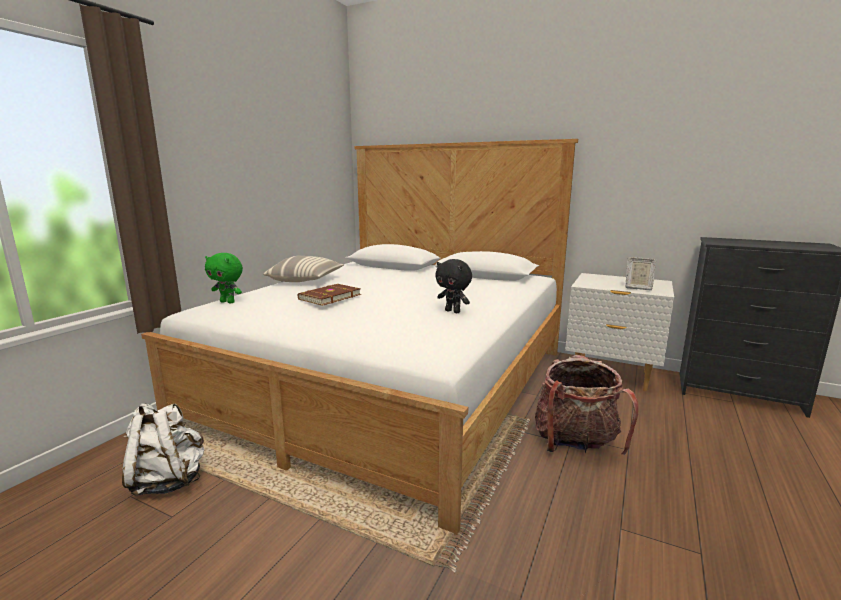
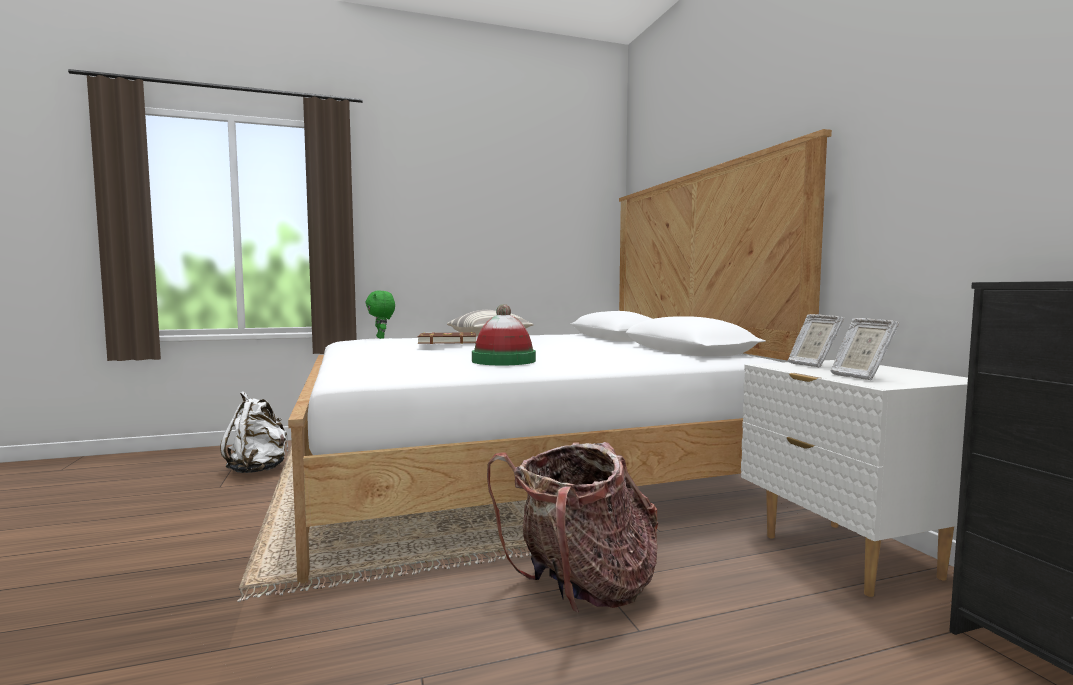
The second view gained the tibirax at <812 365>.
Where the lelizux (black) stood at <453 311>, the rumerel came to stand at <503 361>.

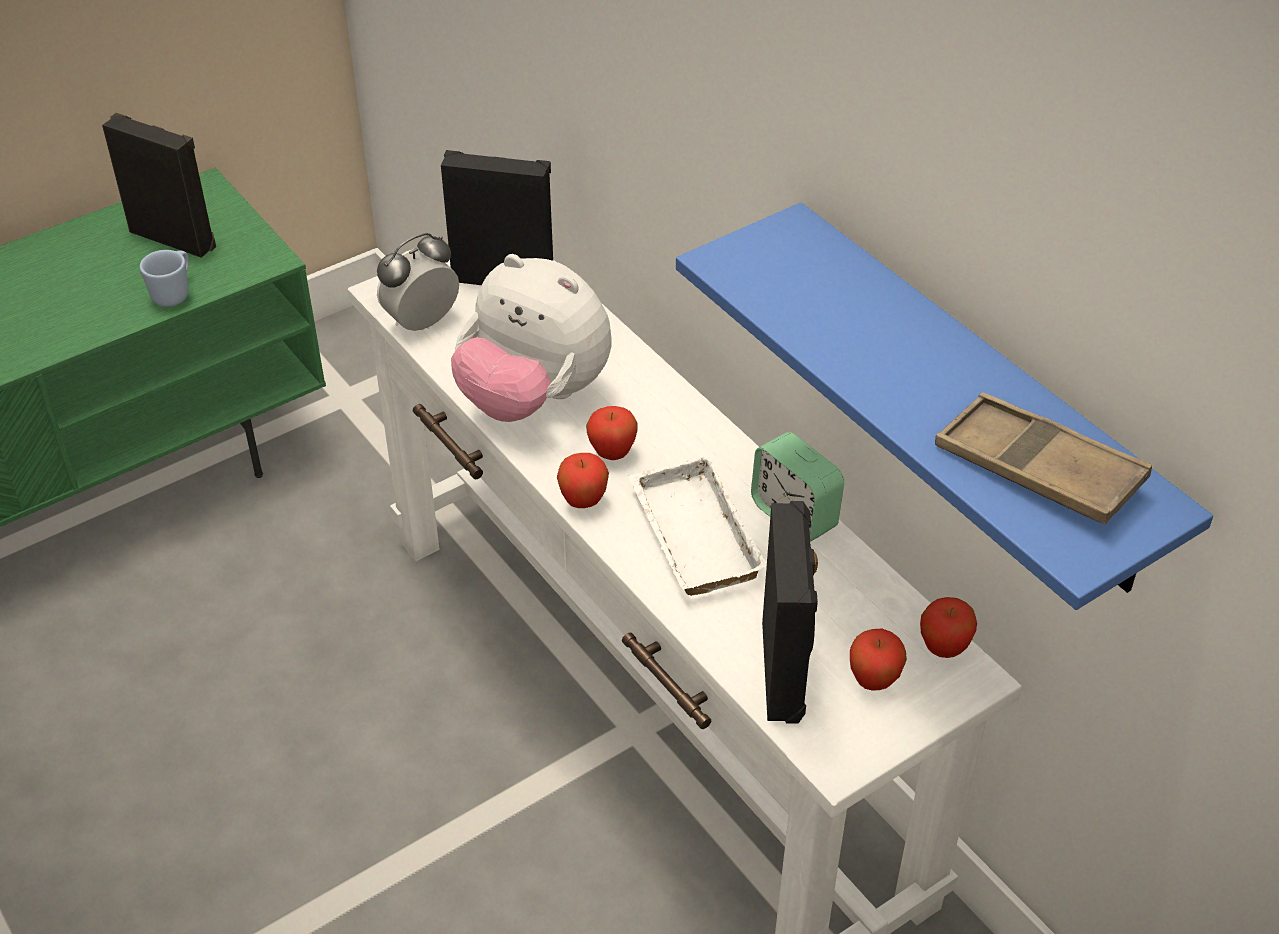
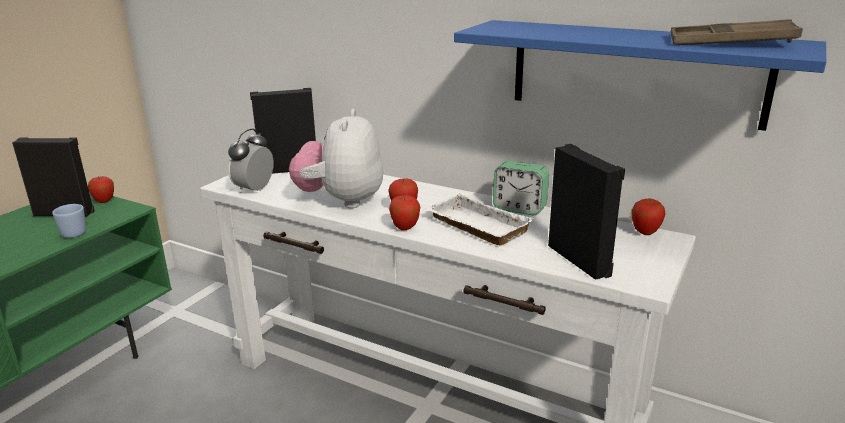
The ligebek ended up elsewhere, having gone from <873 681> to <104 201>.
The lelizux at <533 398> ended up facing another way, 90 degrees clockwise from before.

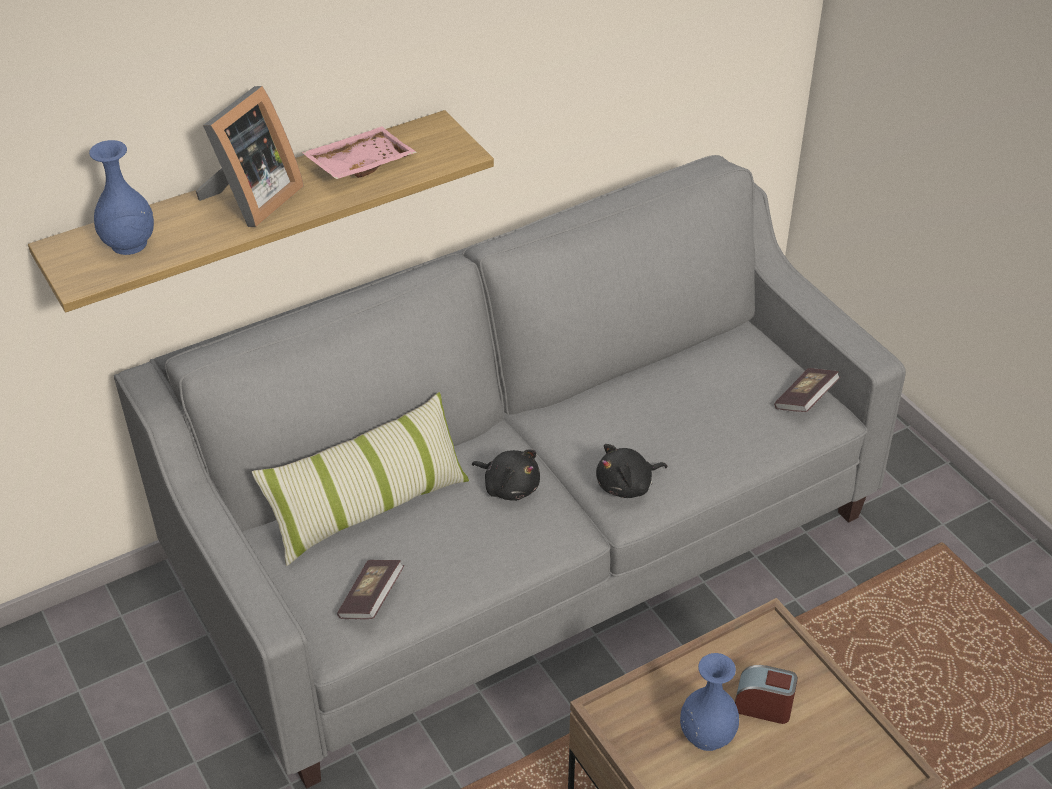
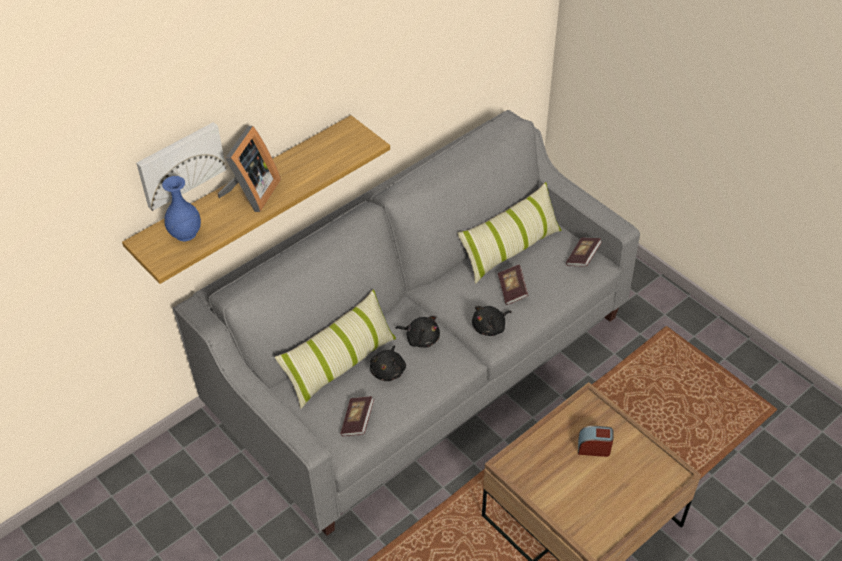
The second view lost the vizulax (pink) at <359 164>.
The second view lost the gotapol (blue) at <707 735>.
The second view gained the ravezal at <180 164>.
The second view gained the lelizux (black) at <388 370>.
The second view gained the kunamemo at <510 249>.
The second view gained the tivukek at <512 290>.

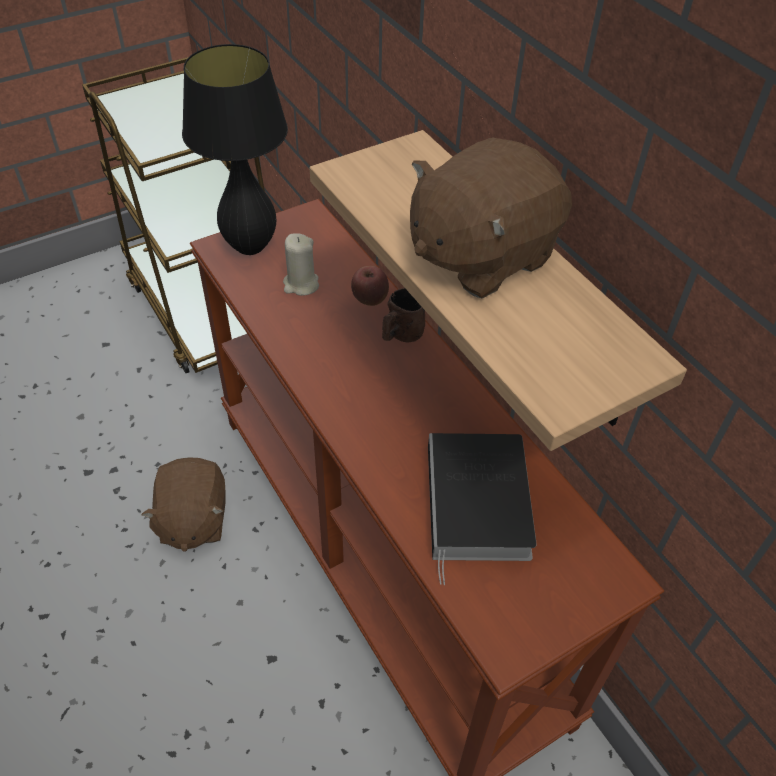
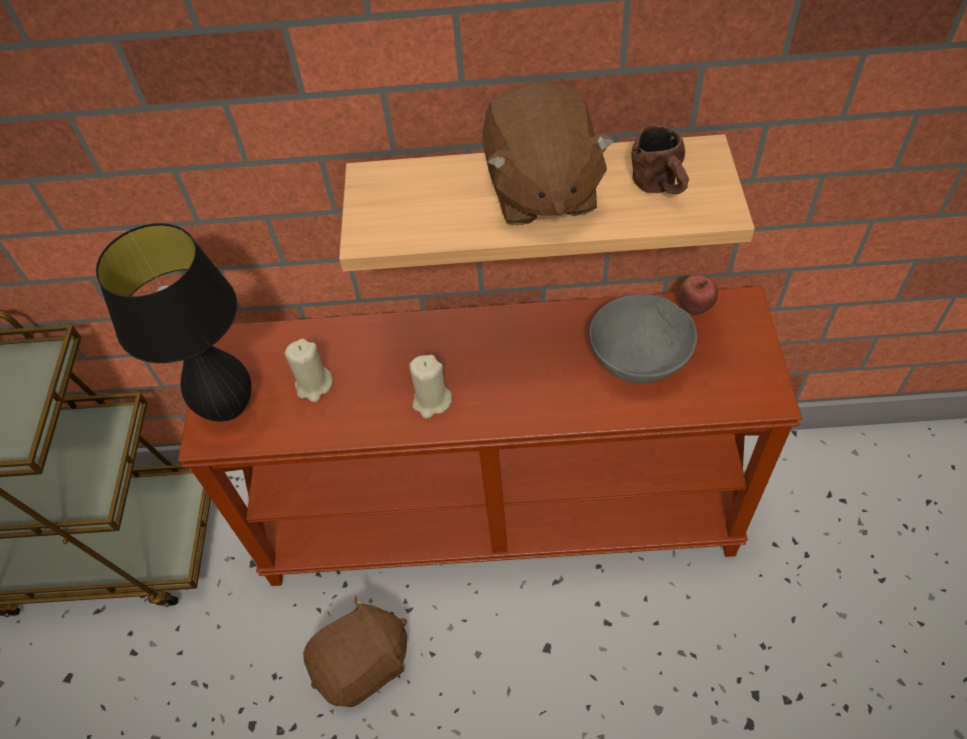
The second view gained the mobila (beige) at <432 401>.
The ligebek ended up elsewhere, having gone from <370 300> to <695 307>.
The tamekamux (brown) ended up elsewhere, having gone from <400 337> to <661 188>.
Where the tivukek stood at <479 505>, the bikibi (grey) came to stand at <639 359>.
The lelizux (brown) at <192 520> ended up facing another way, 60 degrees counterclockwise from before.

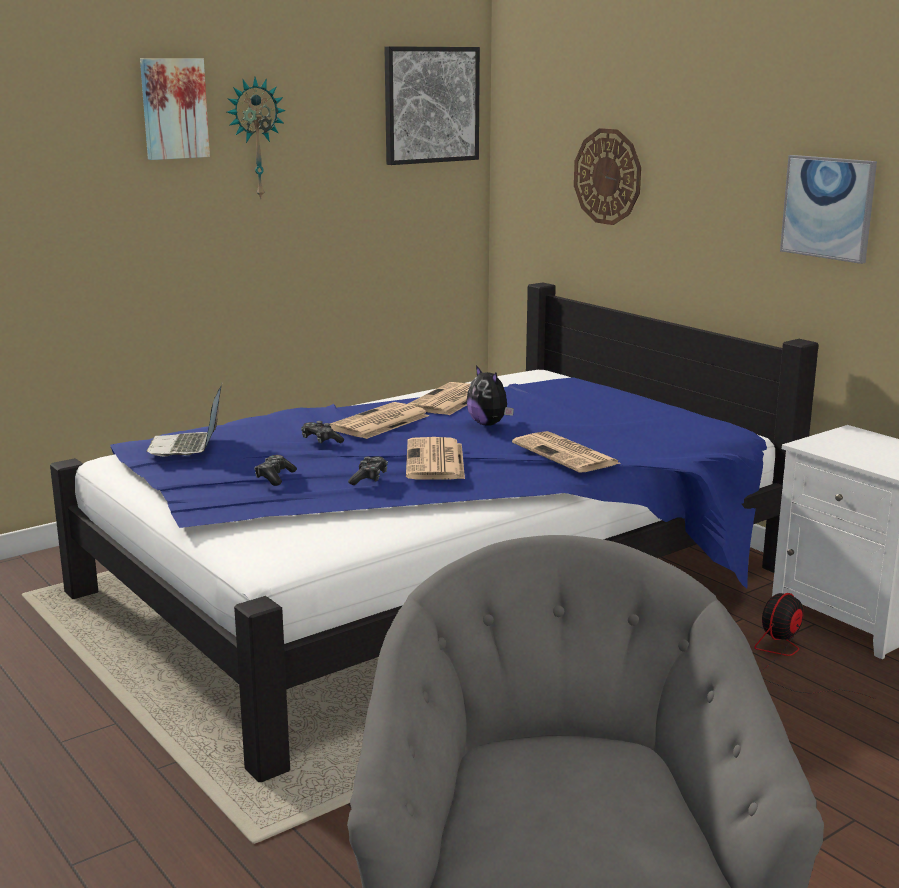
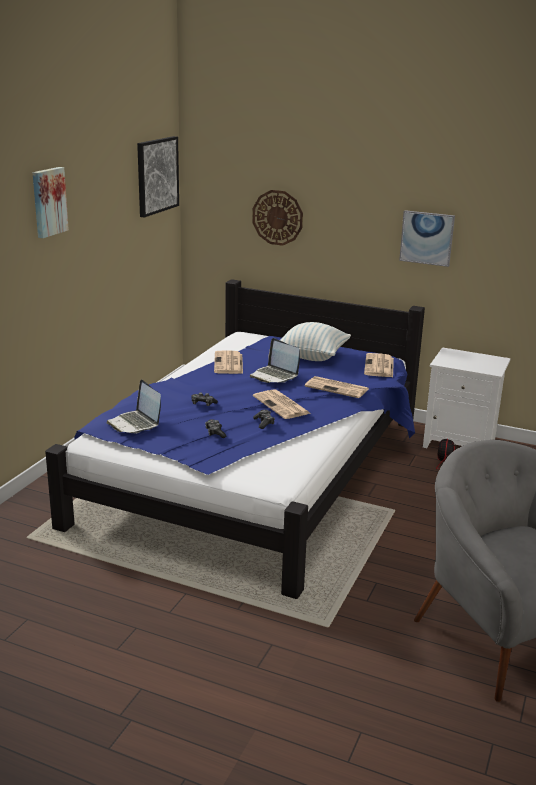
The second view lost the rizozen at <255 138>.
The second view gained the kunamemo at <312 356>.
The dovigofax ended up elsewhere, having gone from <378 423> to <379 366>.
Where the lelizux stood at <489 424>, the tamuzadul came to stand at <274 376>.

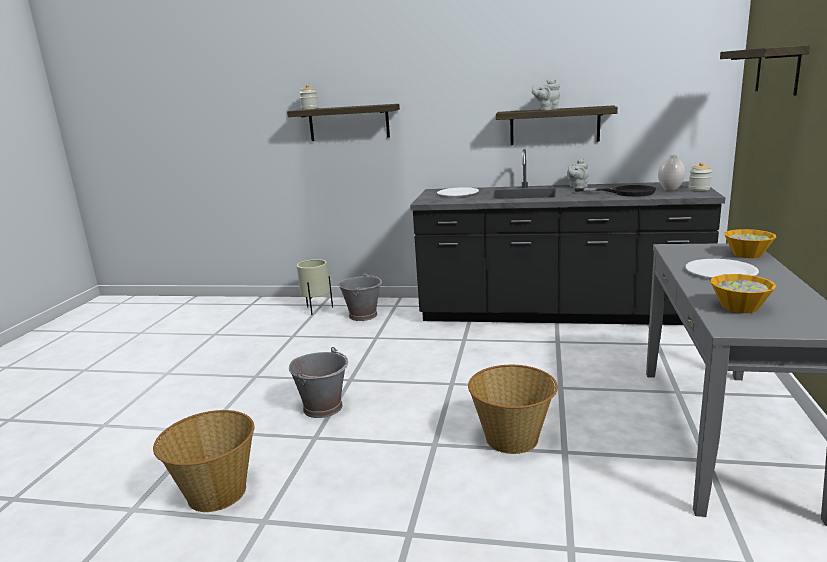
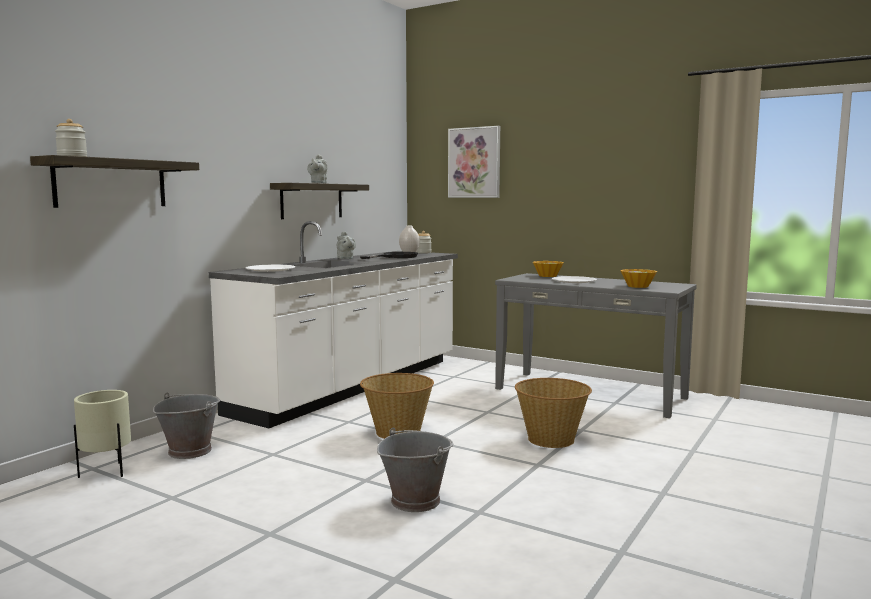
The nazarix ended up elsewhere, having gone from <216 492> to <397 432>.
Where the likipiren hung at <777 70>, the ravezal came to hang at <474 162>.
What was the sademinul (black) at <557 314> turned into the sademinul (white) at <352 386>.

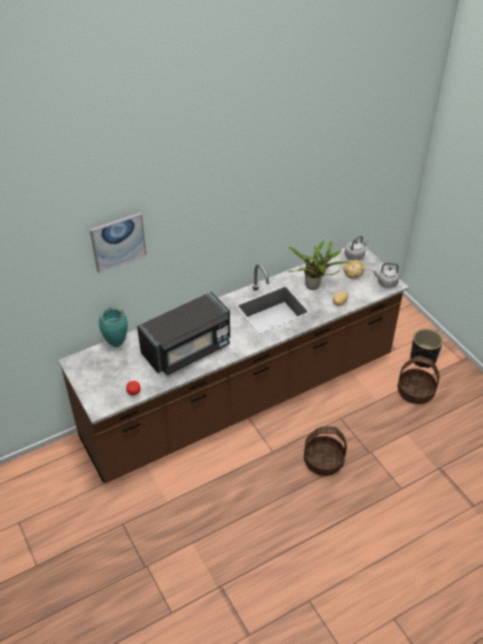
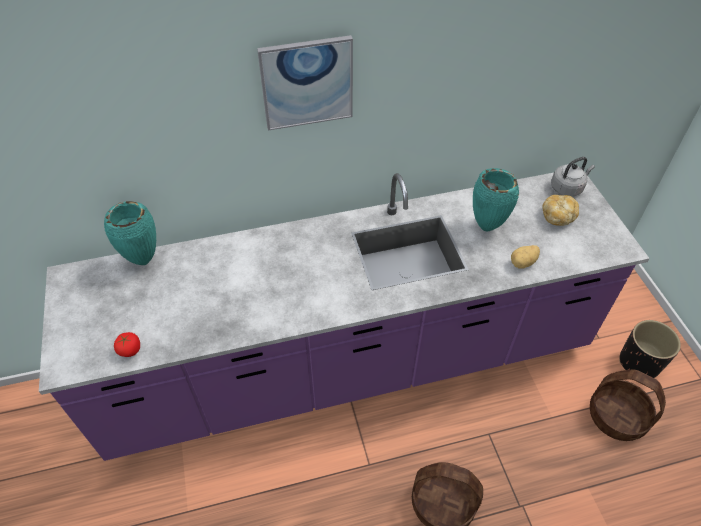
The second view lost the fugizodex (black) at <187 349>.
The second view lost the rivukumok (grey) at <386 283>.
The ravezal ended up elsewhere, having gone from <118 241> to <307 83>.
Where the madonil stood at <314 287>, the gotapol (turquoise) came to stand at <487 227>.
What was the sademinul (brown) at <241 398> turned into the sademinul (purple) at <350 364>.

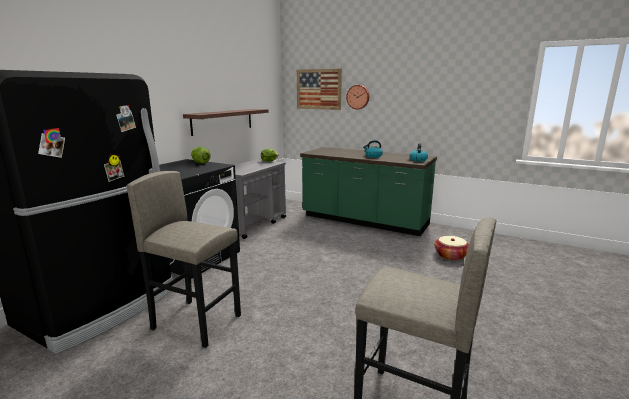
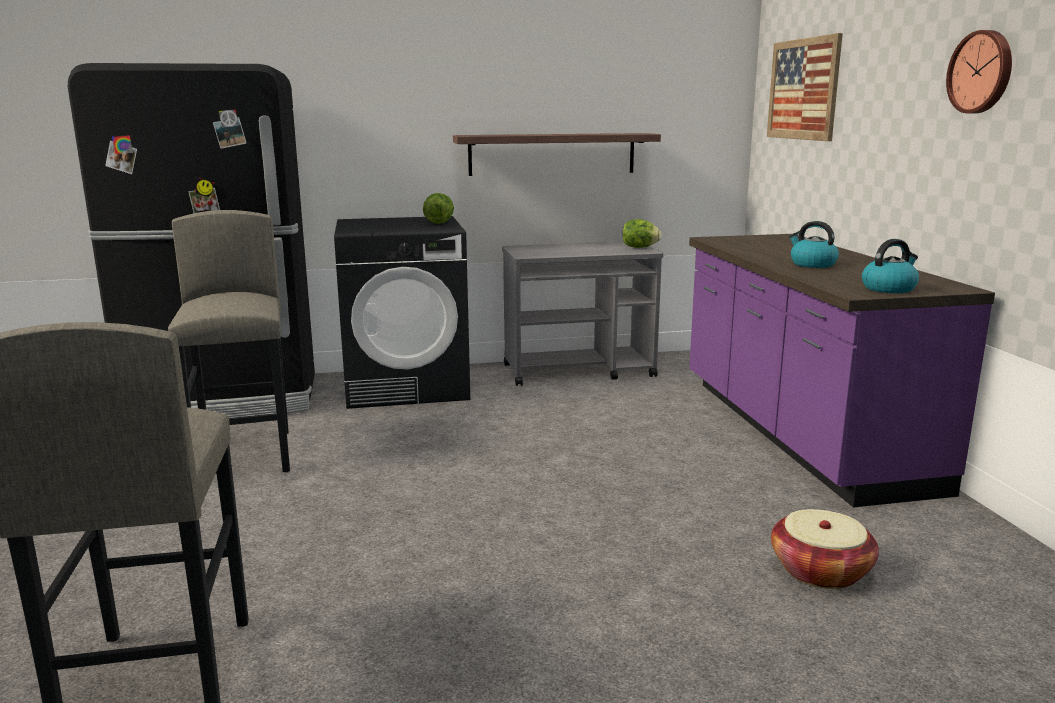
The rizozen ended up elsewhere, having gone from <358 97> to <982 72>.
What was the sademinul (green) at <364 220> turned into the sademinul (purple) at <798 432>.

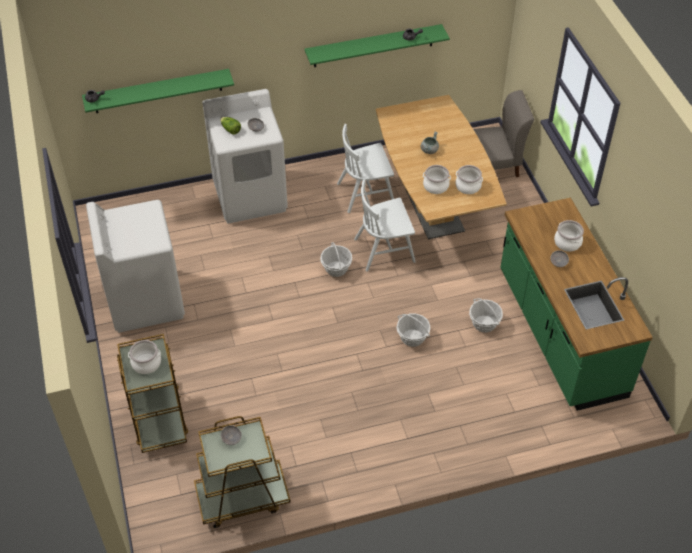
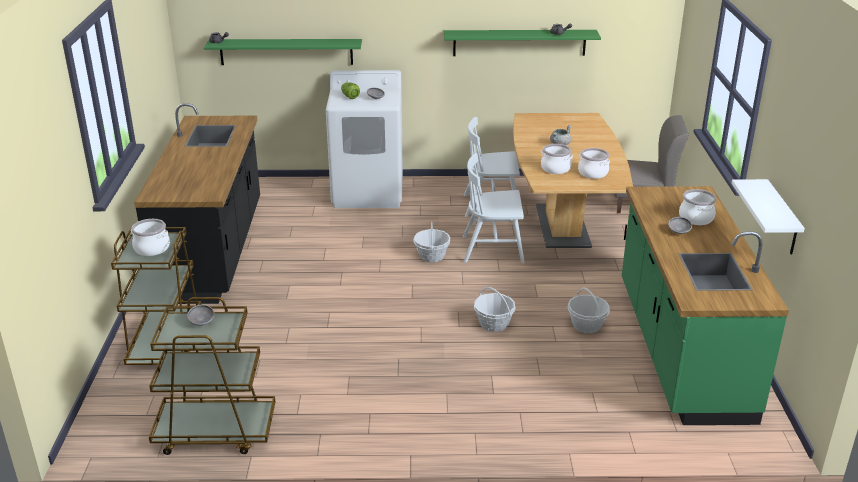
The second view gained the likipiren (white) at <782 218>.
Where the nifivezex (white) stood at <145 300>, the sademinul (black) came to stand at <214 250>.

